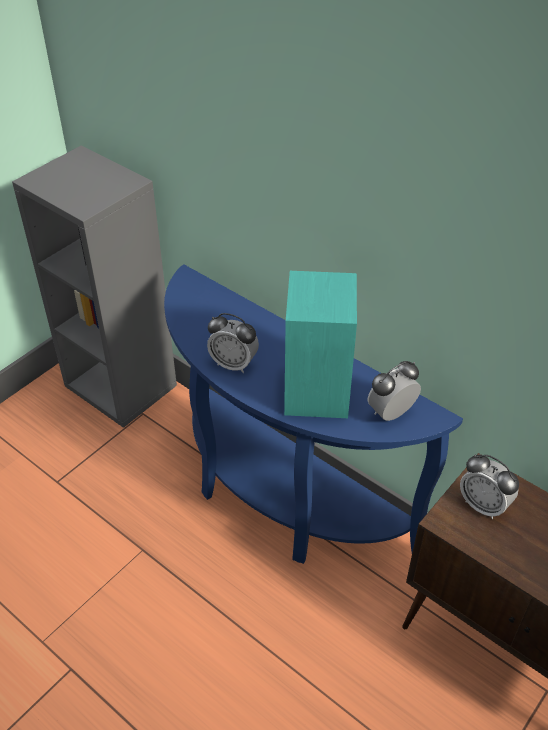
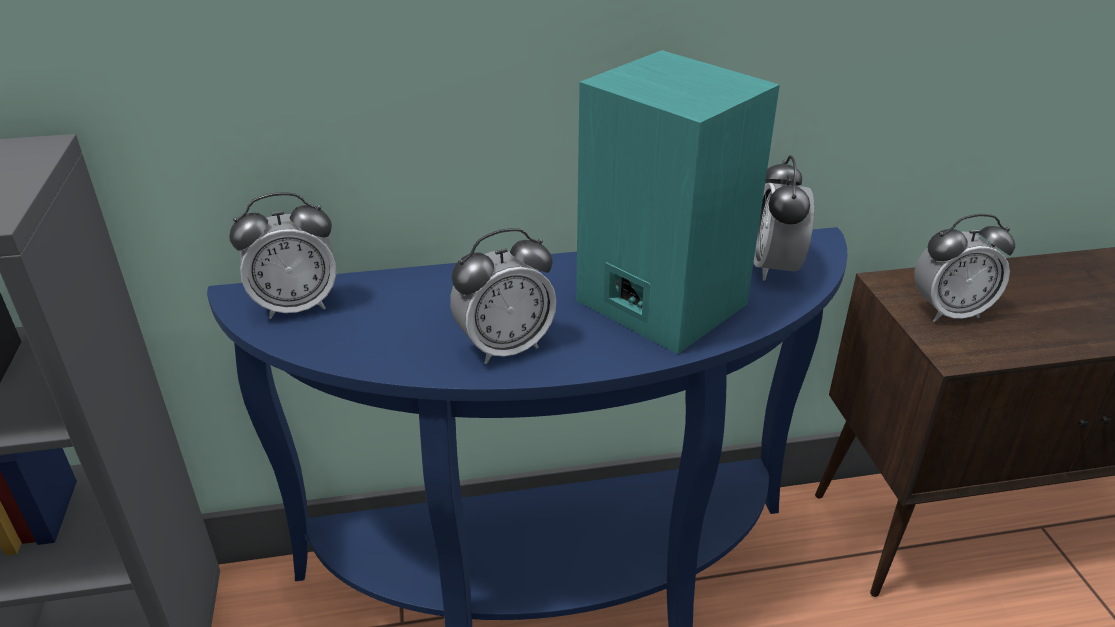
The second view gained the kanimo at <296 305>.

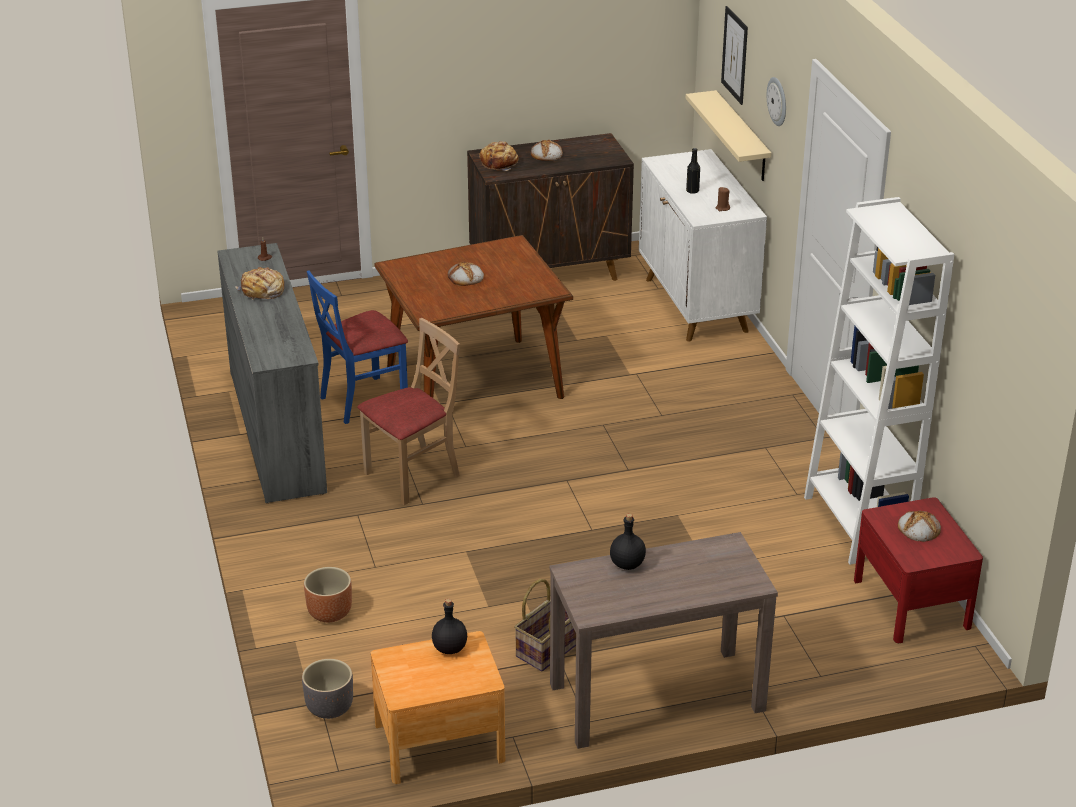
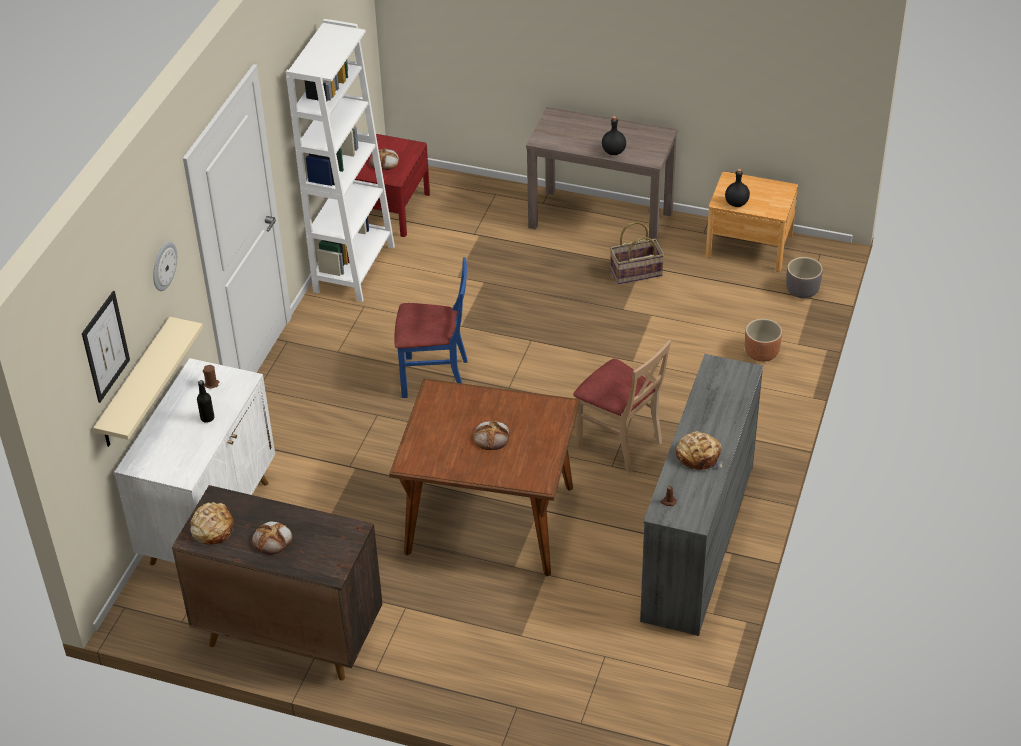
The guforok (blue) ended up elsewhere, having gone from <363 400> to <434 377>.
The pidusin ended up elsewhere, having gone from <499 163> to <212 529>.
The guforok (beige) at <413 476> ended up facing another way, 135 degrees counterclockwise from before.

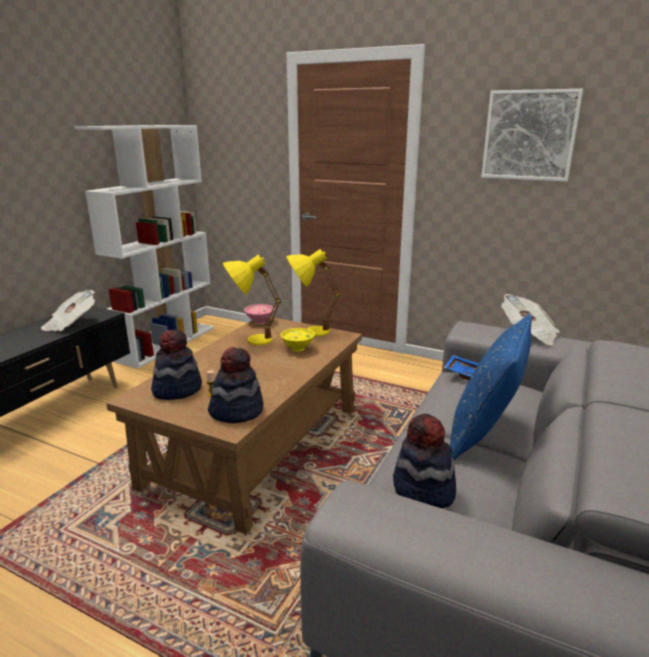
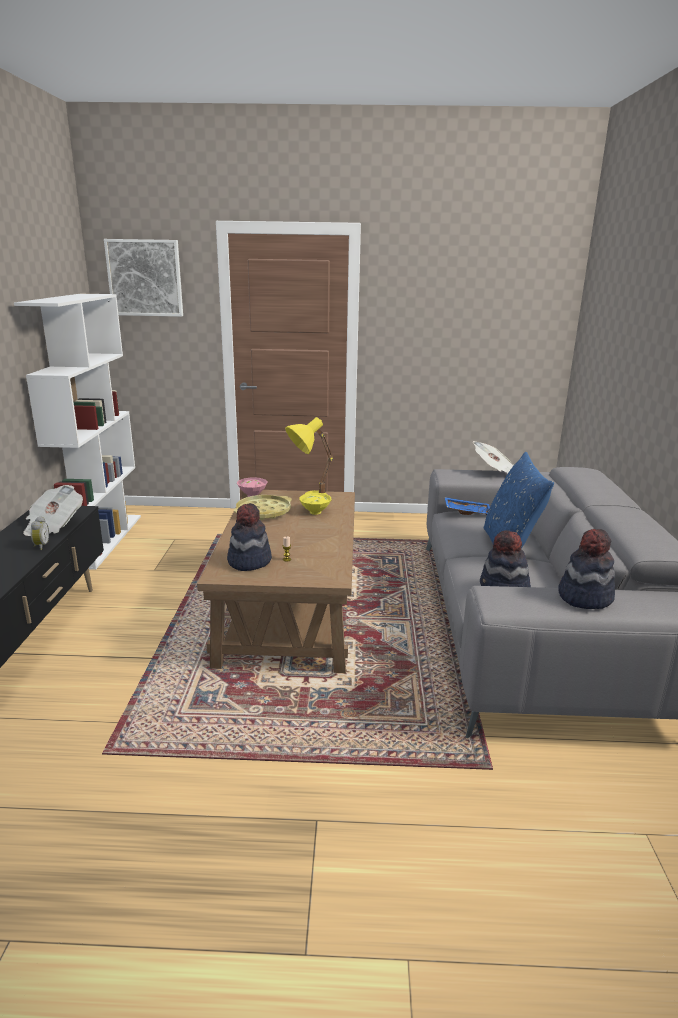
The second view gained the kanimo at <40 546>.
The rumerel ended up elsewhere, having gone from <236 411> to <584 596>.
The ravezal ended up elsewhere, having gone from <529 135> to <145 278>.
Where the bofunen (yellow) stood at <250 340>, the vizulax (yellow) came to stand at <263 512>.

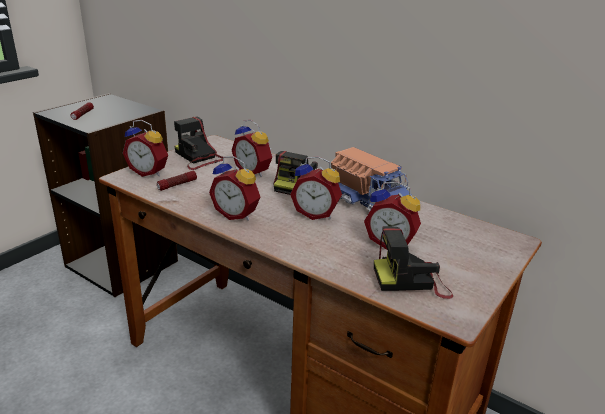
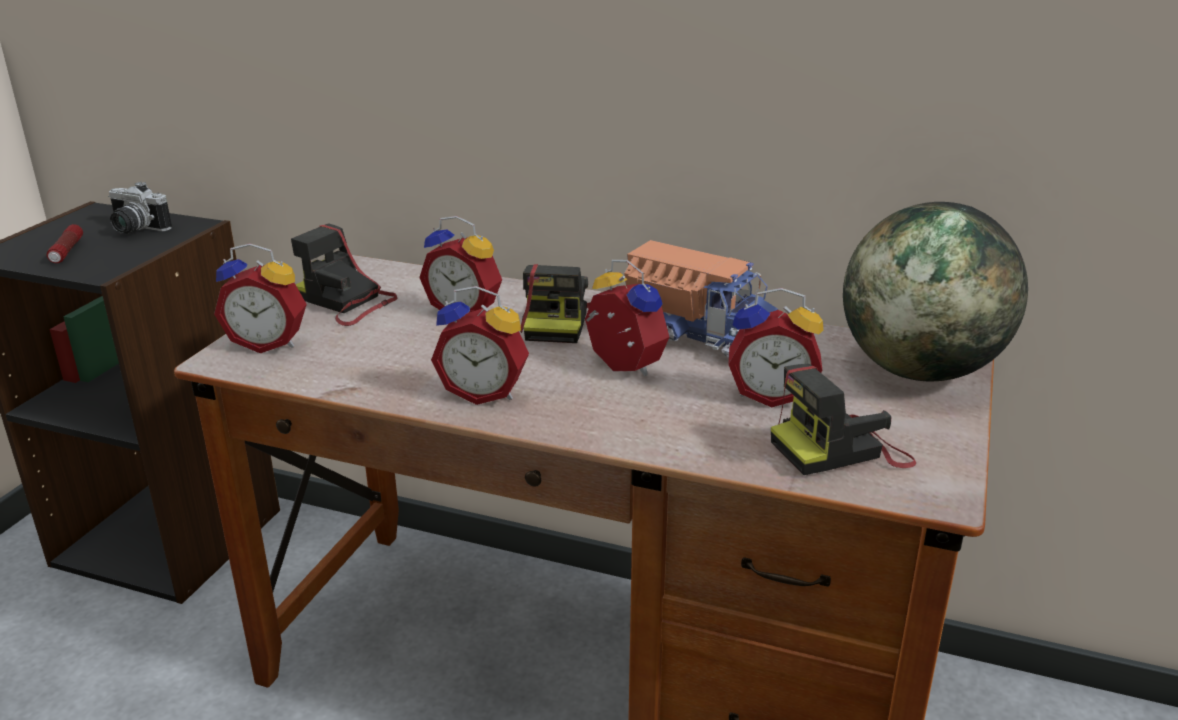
The second view lost the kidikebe at <177 185>.
The second view gained the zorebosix at <134 229>.
The second view gained the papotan at <919 371>.
The kanimo at <316 214> ended up facing another way, 135 degrees counterclockwise from before.

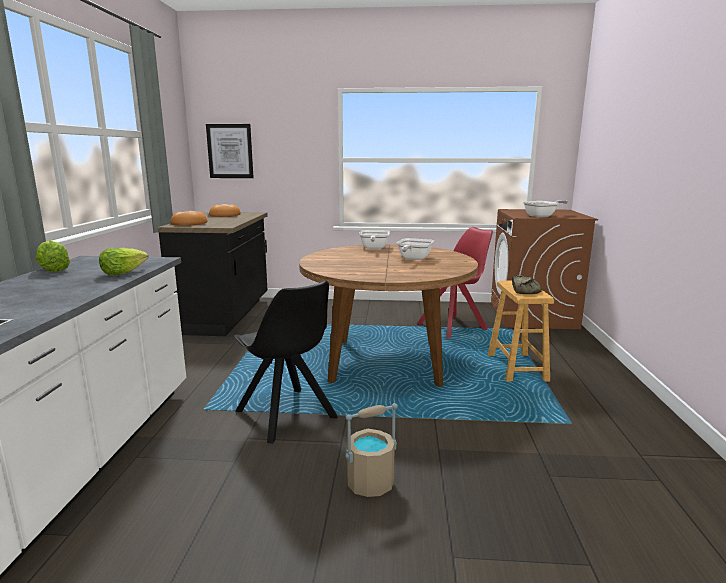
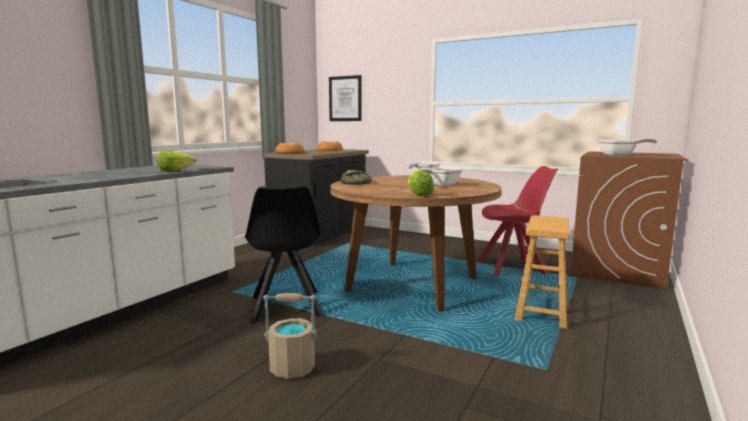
The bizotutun ended up elsewhere, having gone from <53 270> to <418 195>.
The pidusin ended up elsewhere, having gone from <524 290> to <357 183>.

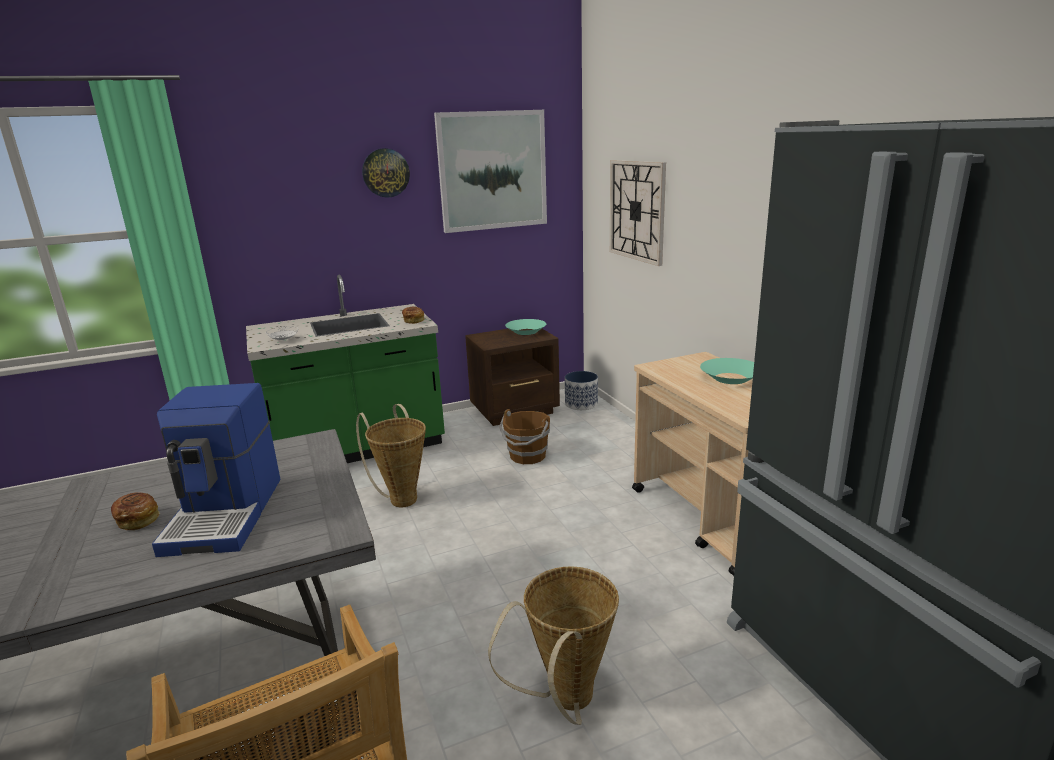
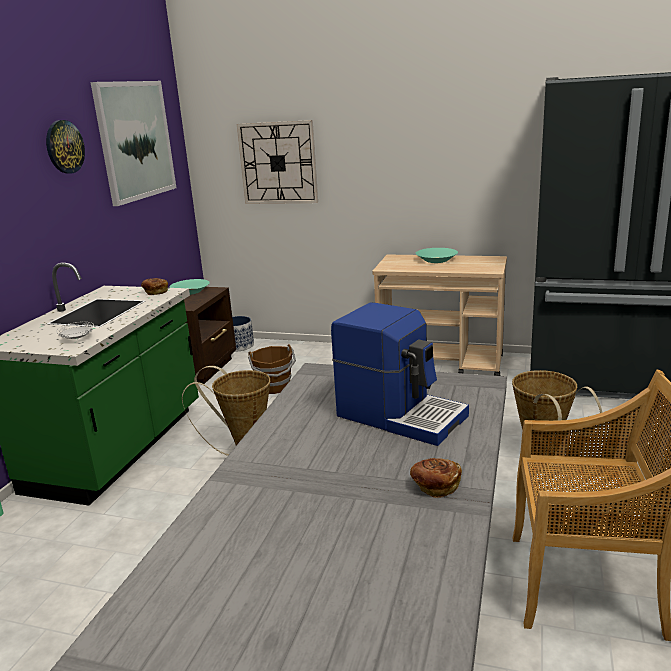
The pidusin ended up elsewhere, having gone from <138 520> to <435 486>.

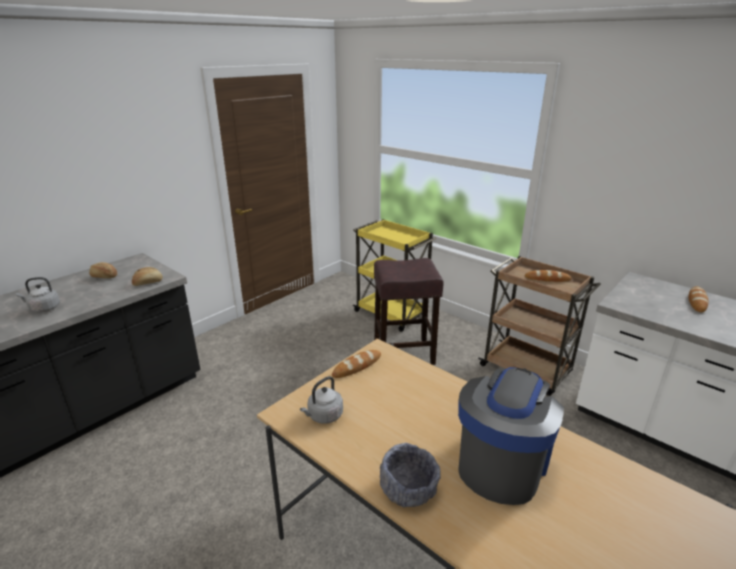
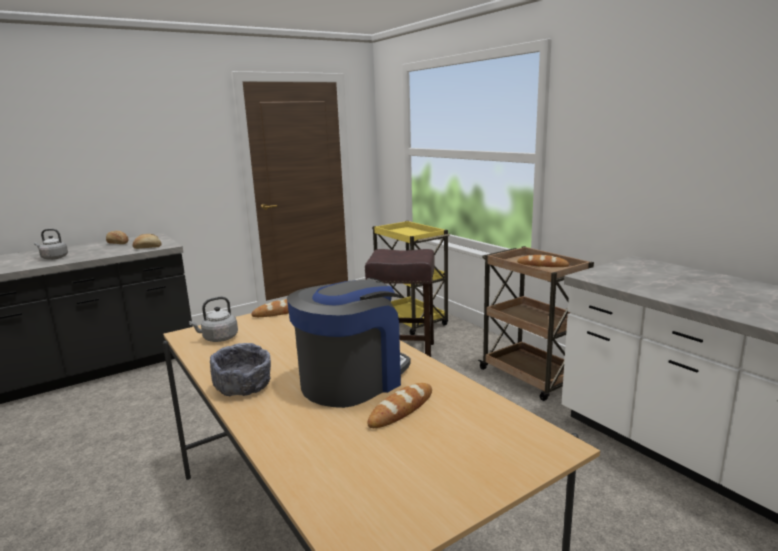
The pidusin ended up elsewhere, having gone from <697 301> to <401 409>.

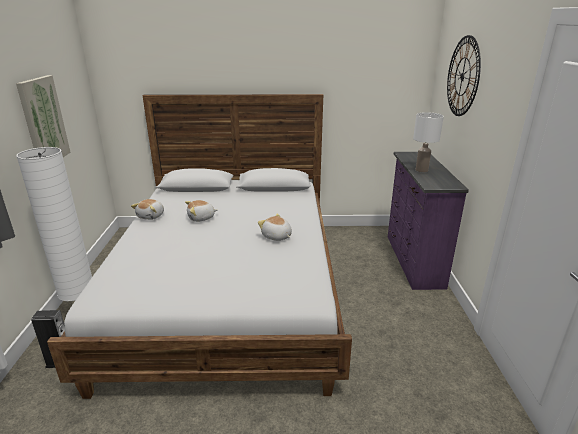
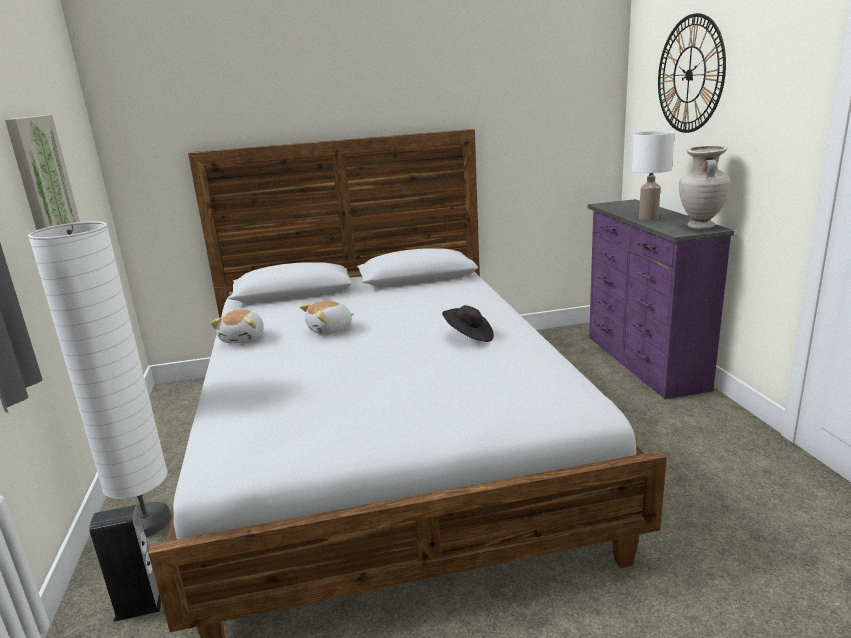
The second view gained the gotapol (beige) at <699 227>.
Where the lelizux stood at <276 237>, the rumerel (black) came to stand at <469 337>.

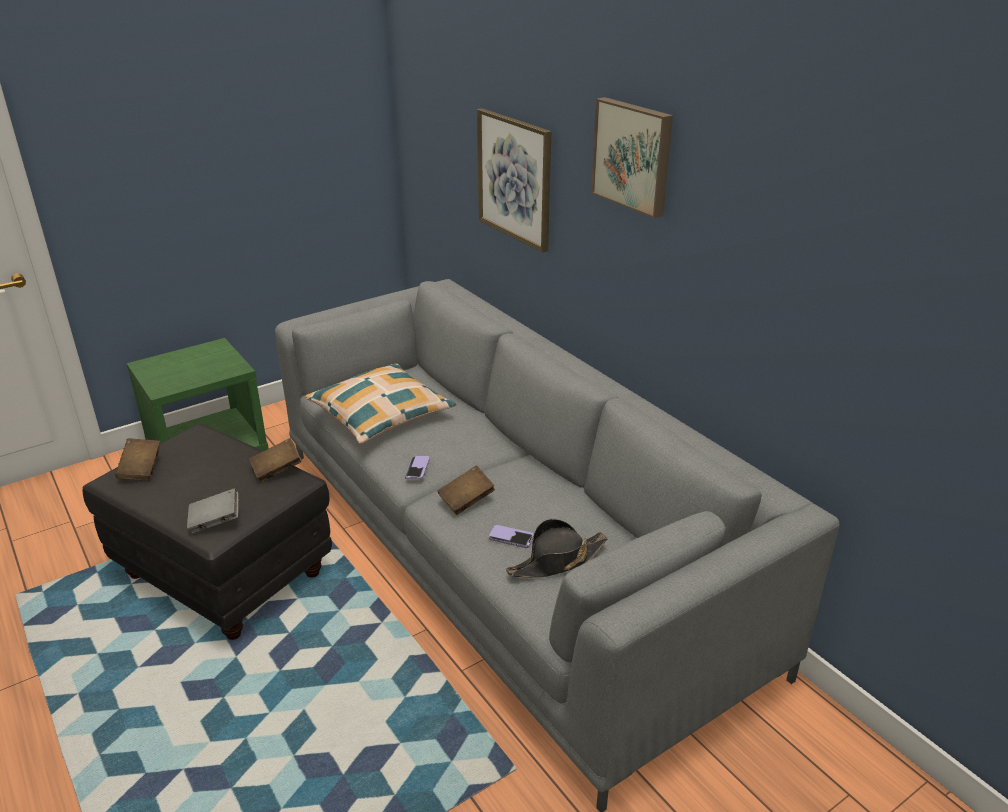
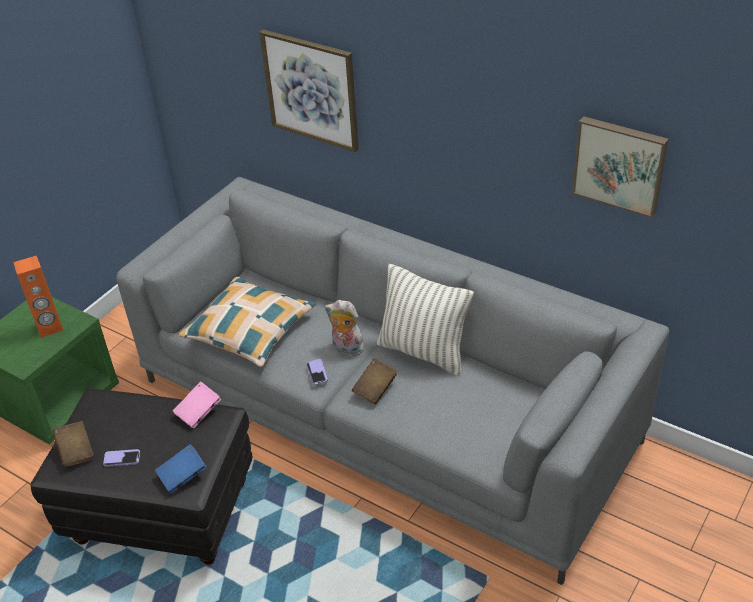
The second view lost the rumerel (black) at <557 561>.
The second view gained the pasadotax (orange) at <50 328>.
The second view gained the lelizux at <346 349>.
The second view gained the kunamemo at <423 352>.
The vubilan ended up elsewhere, having gone from <511 537> to <122 459>.
The ravezal ended up elsewhere, having gone from <633 156> to <620 164>.
What was the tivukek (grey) at <215 521> turned into the tivukek (blue) at <182 476>.
What was the tivukek (brown) at <277 470> turned into the tivukek (pink) at <198 412>.

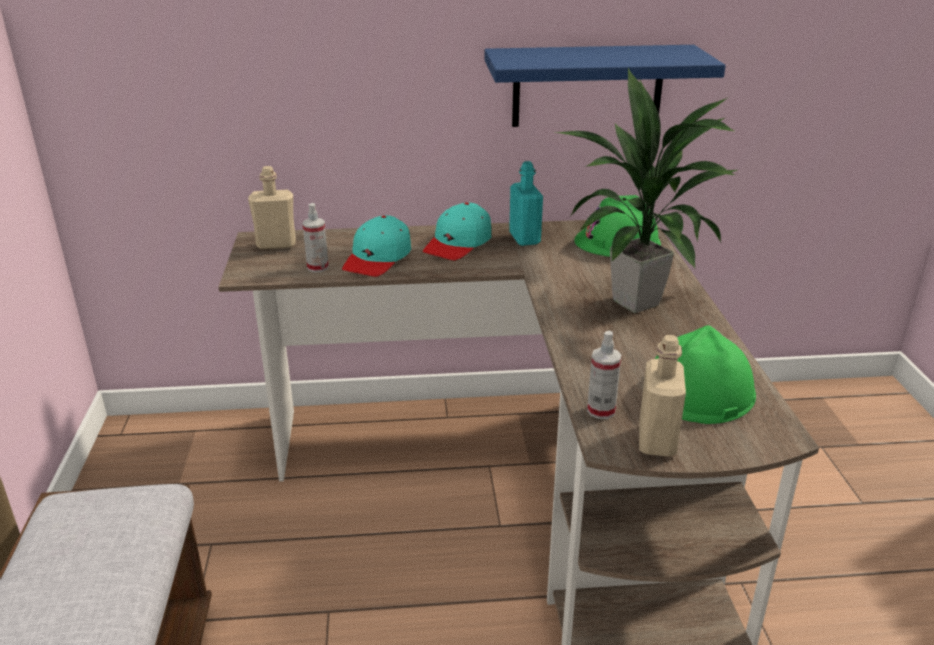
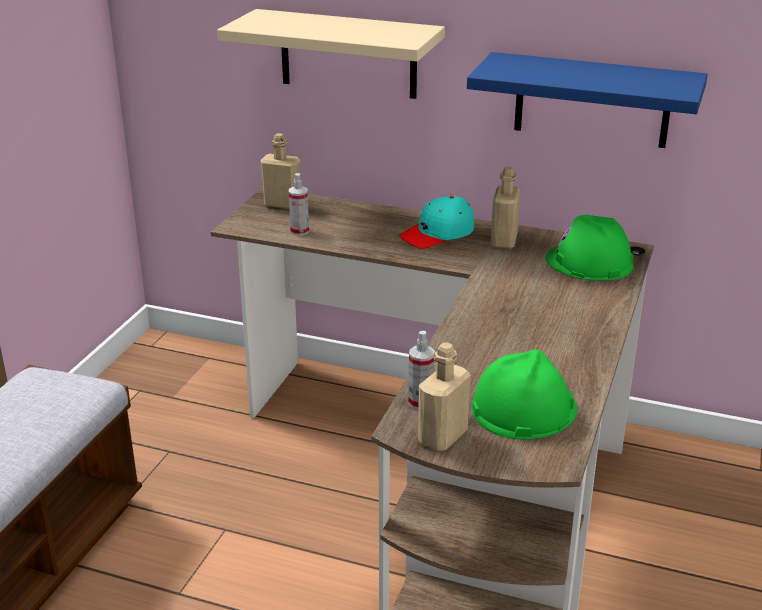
The second view lost the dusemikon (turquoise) at <377 258>.
The second view lost the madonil at <636 304>.
The second view gained the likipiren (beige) at <348 54>.
What was the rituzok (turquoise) at <524 238> turned into the rituzok (beige) at <503 241>.

